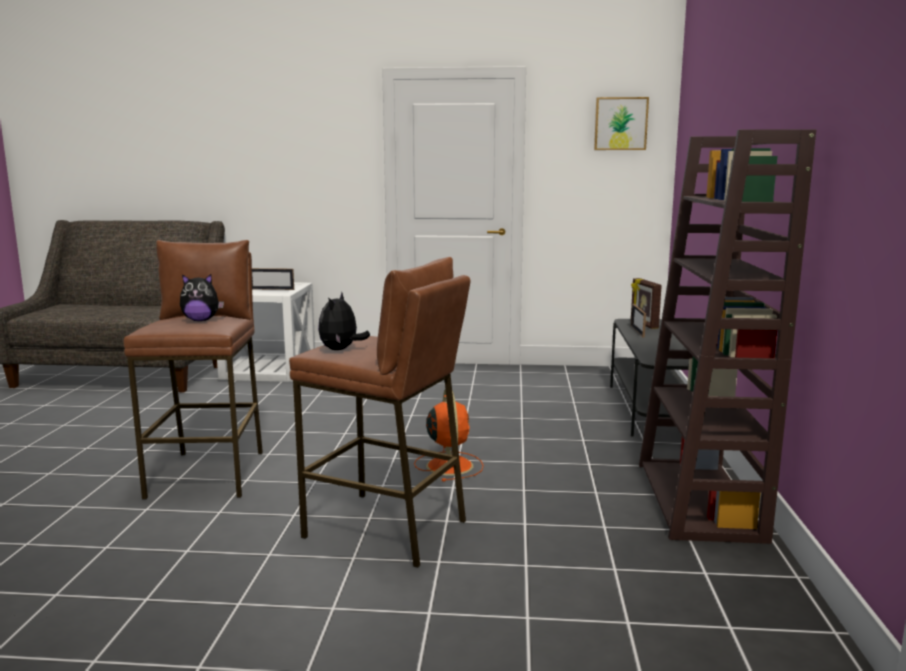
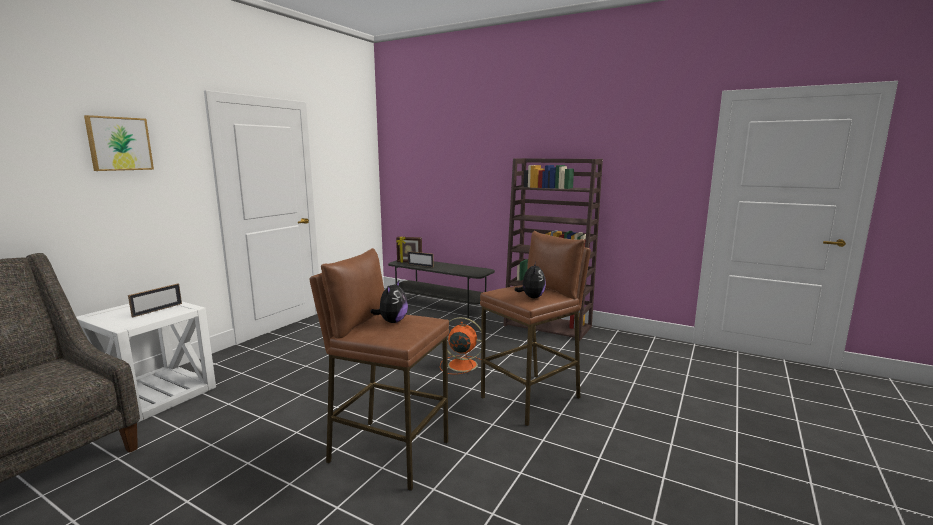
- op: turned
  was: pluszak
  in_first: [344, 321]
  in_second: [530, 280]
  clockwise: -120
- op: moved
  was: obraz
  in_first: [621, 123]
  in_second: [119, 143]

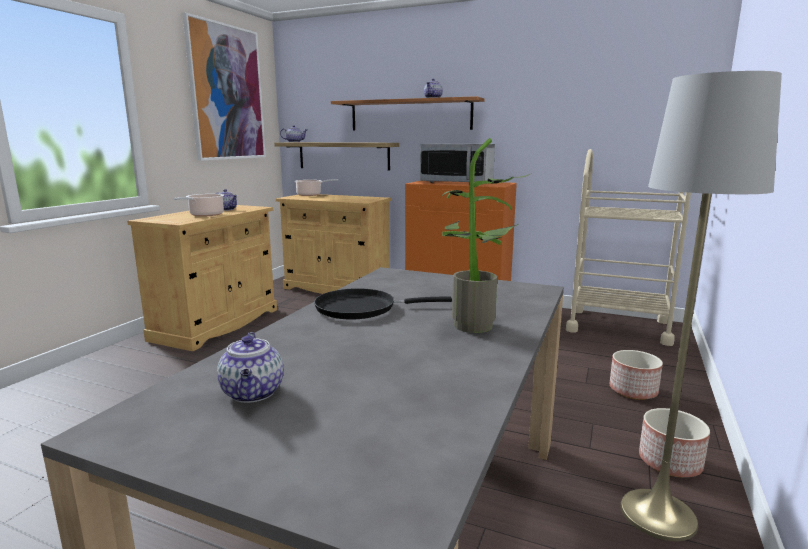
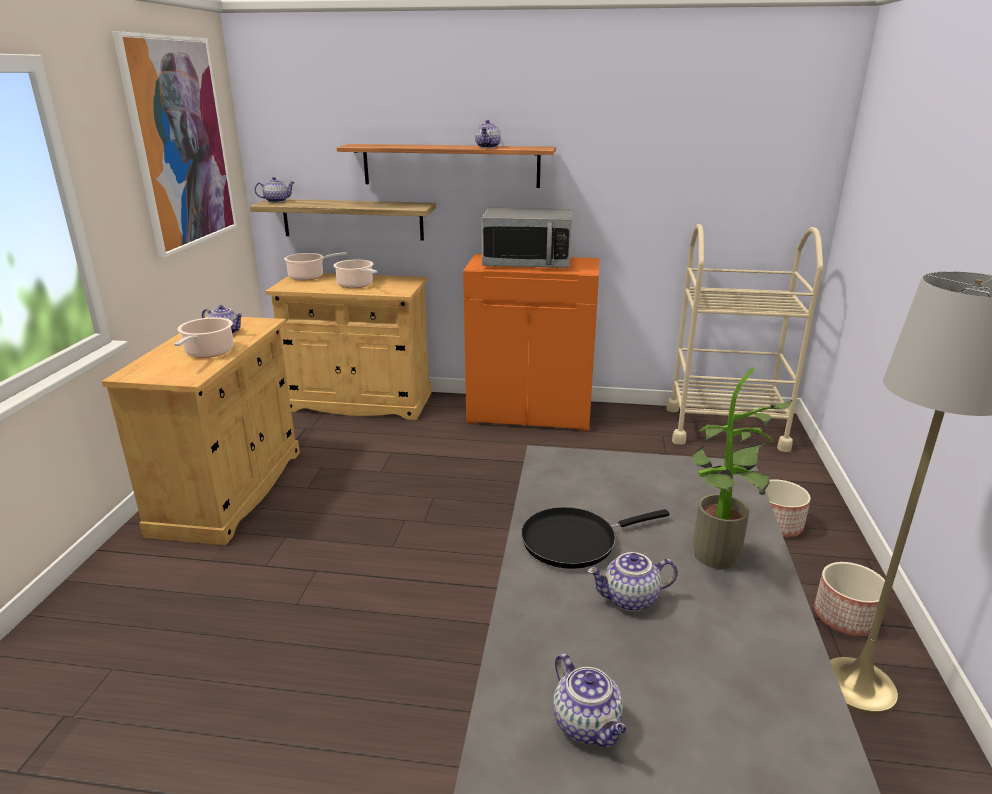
- op: added
  now: garnek
  in_second: [355, 274]
- op: added
  now: imbryk
  in_second: [633, 582]

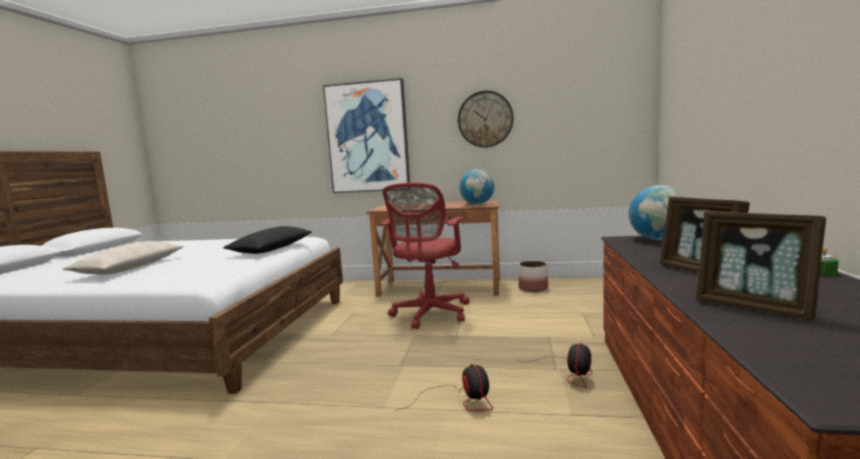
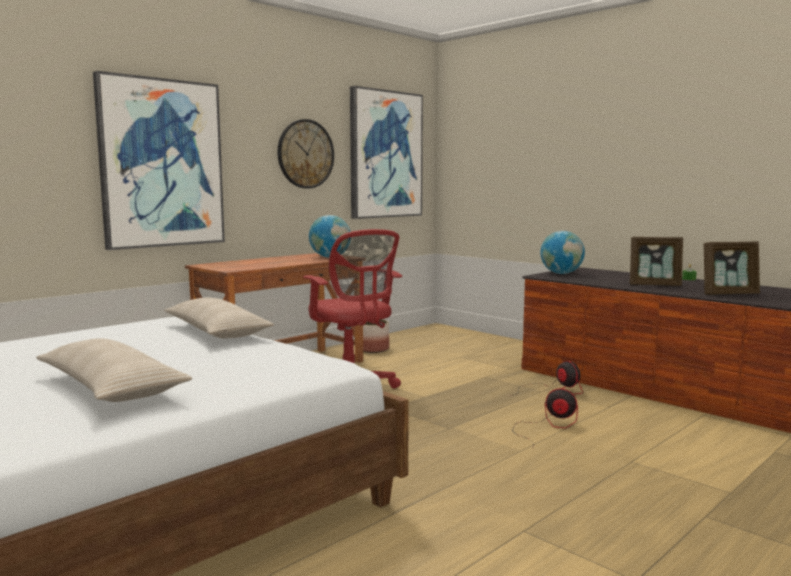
- op: recoloured
  was: poduszka (czarny)
  now: poduszka (beżowy)
  in_first: [267, 240]
  in_second: [219, 318]
- op: added
  now: obraz
  in_second: [386, 152]

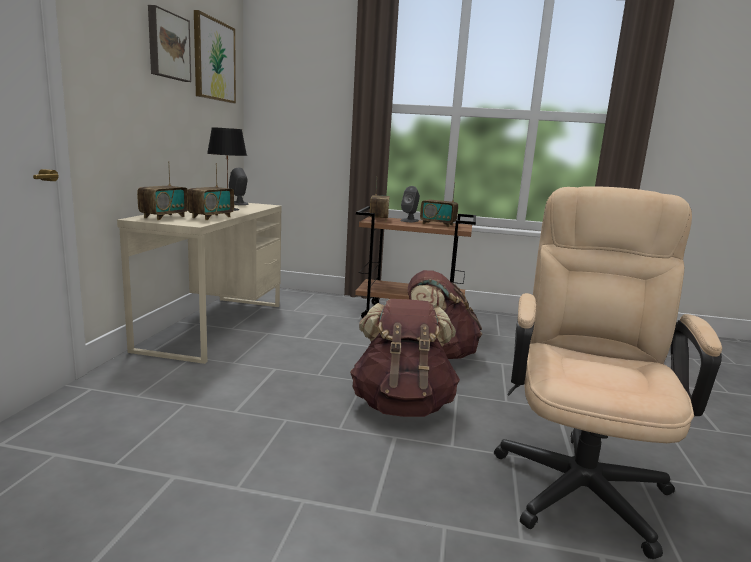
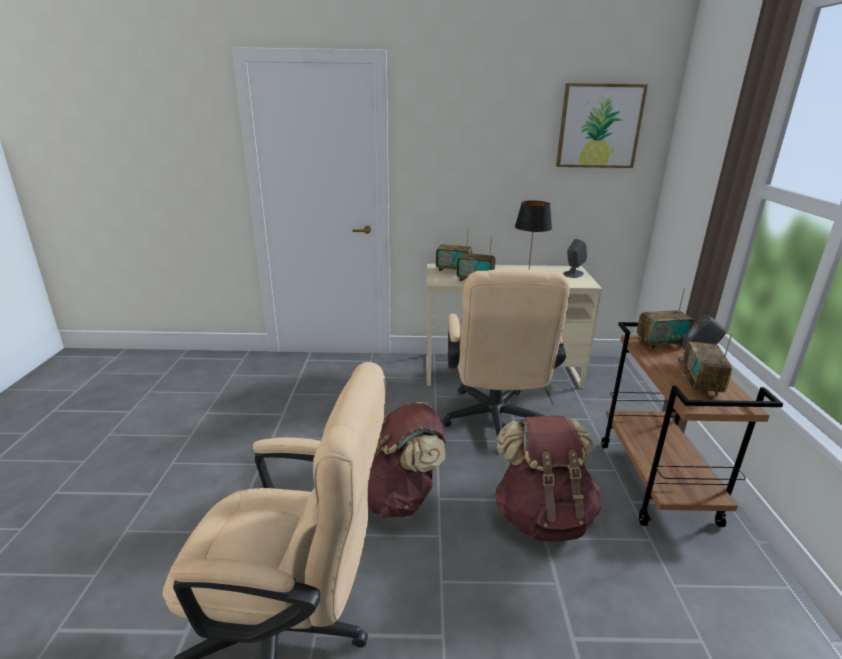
- op: removed
  was: obraz
  in_first: [169, 43]
- op: added
  now: krzesło biurowe (beżowy)
  in_second: [506, 352]

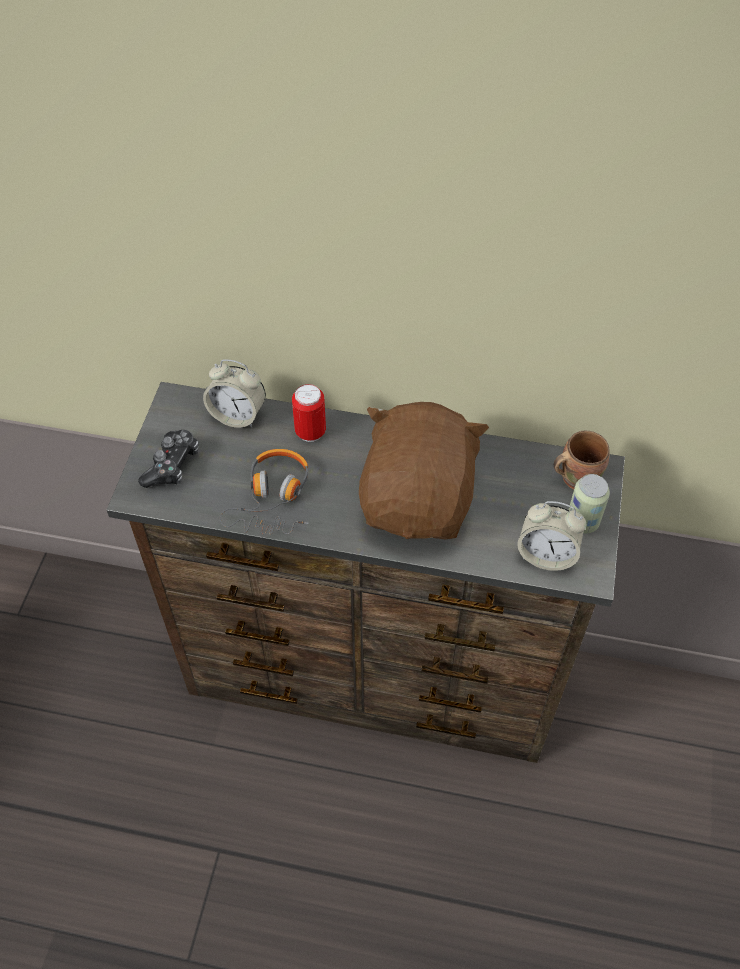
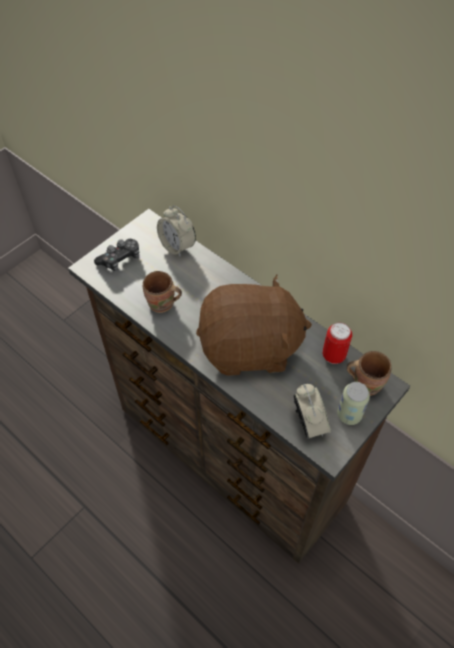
- op: replaced
  was: słuchawki
  now: kubek (brązowy)
  in_first: [264, 492]
  in_second: [162, 292]
- op: moved
  was: puszka
  in_first: [309, 413]
  in_second: [337, 343]
- op: turned
  was: pluszak (brązowy)
  in_first: [424, 471]
  in_second: [254, 325]
  clockwise: 45
- op: turned
  was: budzik
  in_first: [551, 536]
  in_second: [312, 411]
  clockwise: -150

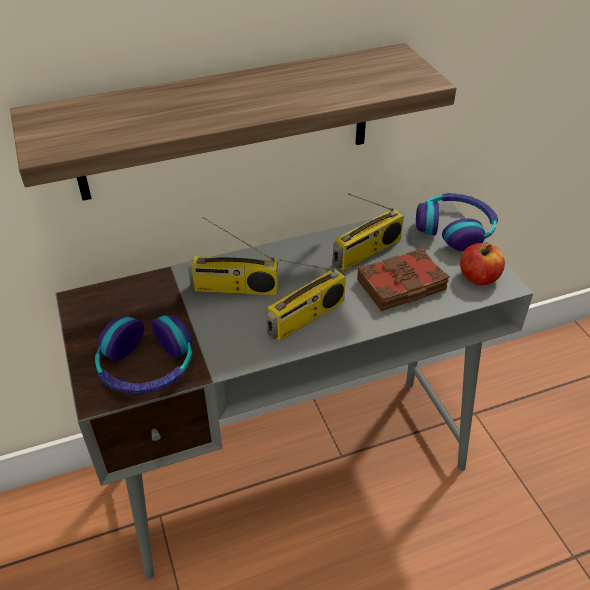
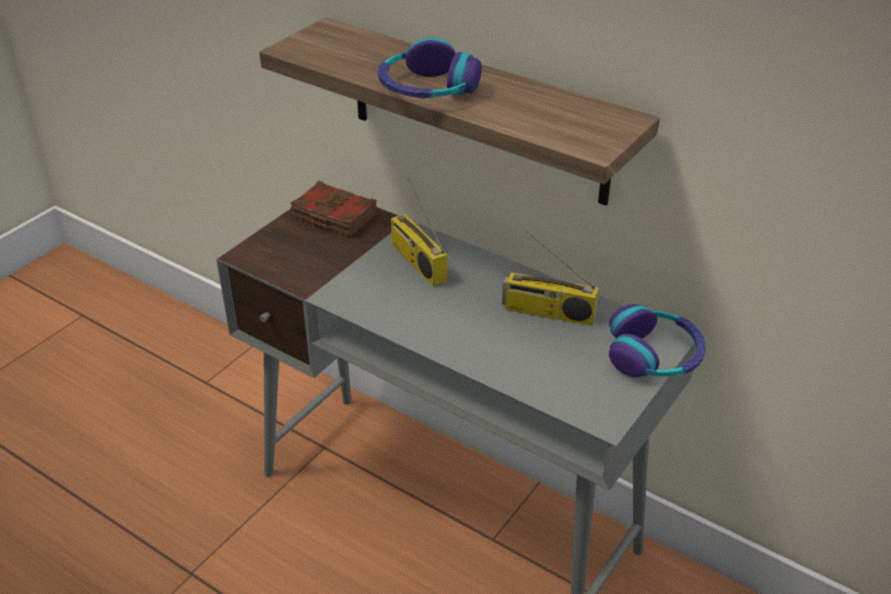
- op: moved
  was: słuchawki
  in_first: [143, 354]
  in_second: [430, 67]
- op: removed
  was: radio
  in_first: [306, 300]
- op: moved
  was: książka (brązowy)
  in_first: [403, 279]
  in_second: [334, 209]
- op: removed
  was: jabłko
  in_first: [482, 264]

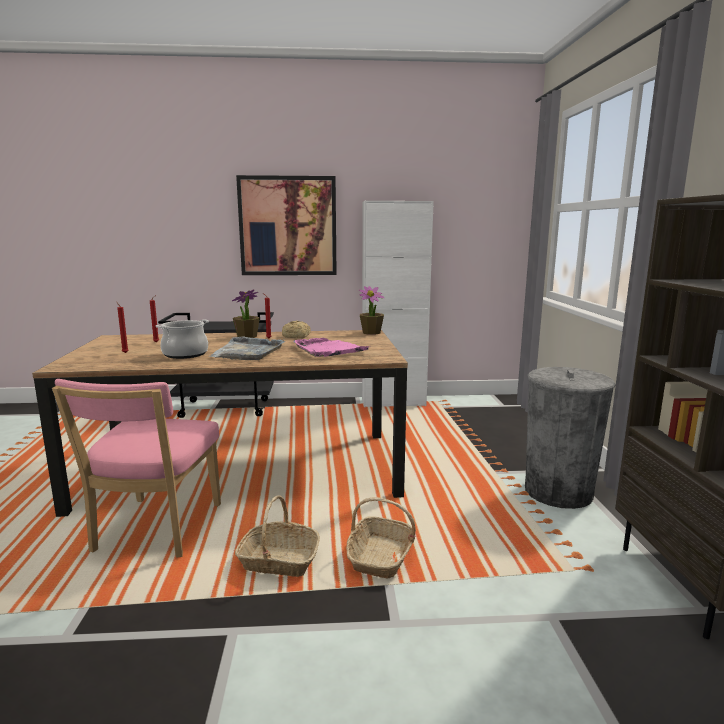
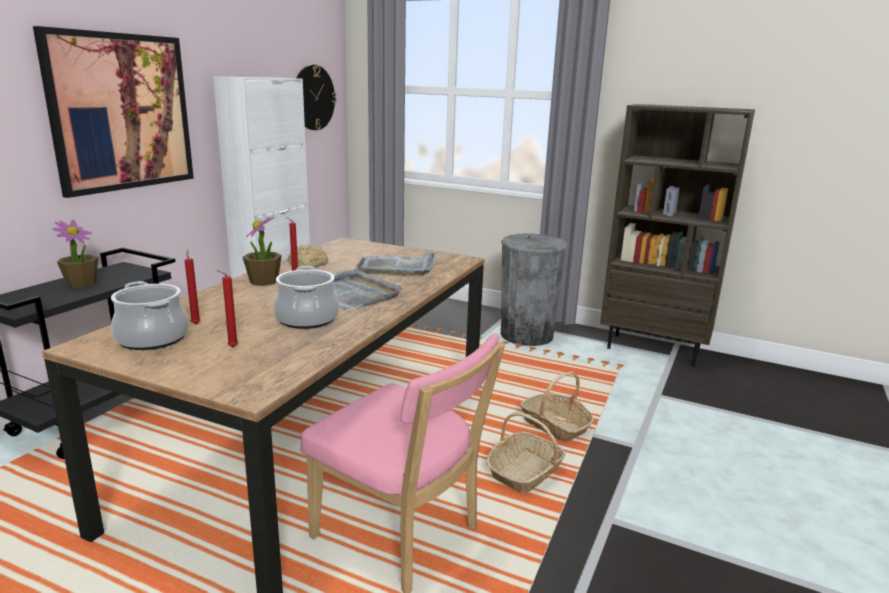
- op: recoloured
  was: taca (różowy)
  now: taca (szary)
  in_first: [332, 347]
  in_second: [396, 264]
- op: moved
  was: roślina doniczkowa
  in_first: [372, 310]
  in_second: [75, 254]
- op: added
  now: garnek
  in_second: [150, 315]
- op: added
  now: zegar ścienny
  in_second: [316, 97]

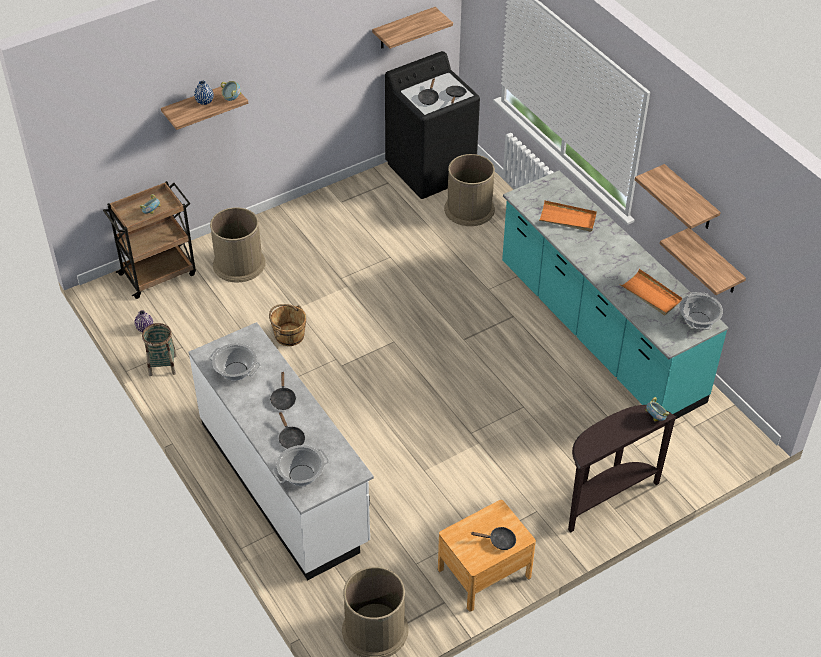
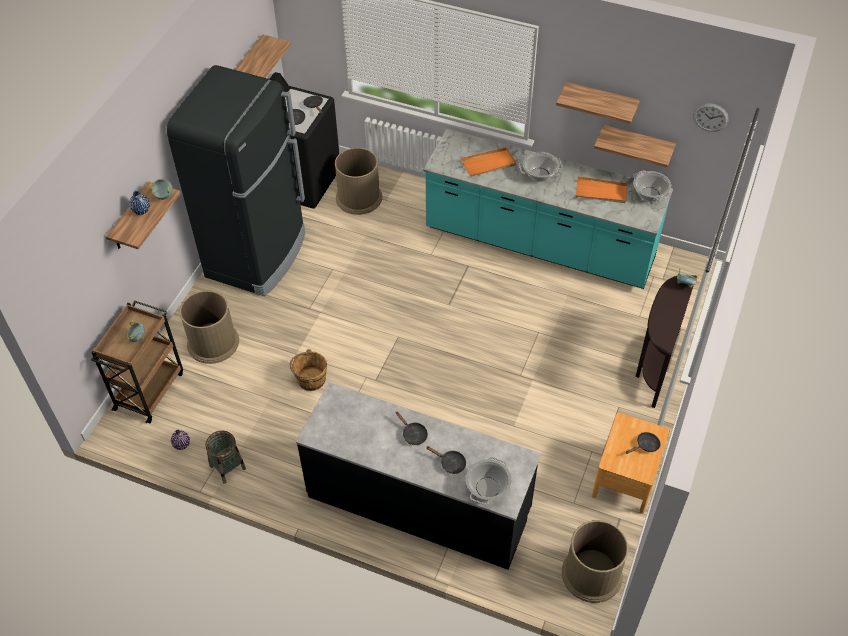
- op: recoloured
  was: zabudowa kuchenna (biały)
  now: zabudowa kuchenna (czarny)
  in_first: [281, 451]
  in_second: [418, 476]
- op: moved
  was: garnek
  in_first: [235, 361]
  in_second: [541, 167]
- op: added
  now: lodówka (czarny)
  in_second: [236, 180]
- op: added
  now: zegar ścienny
  in_second: [711, 117]

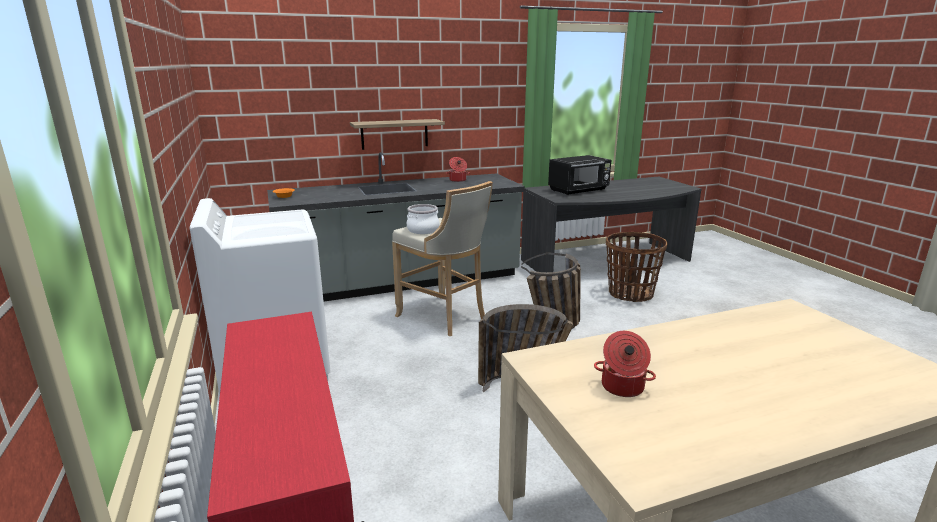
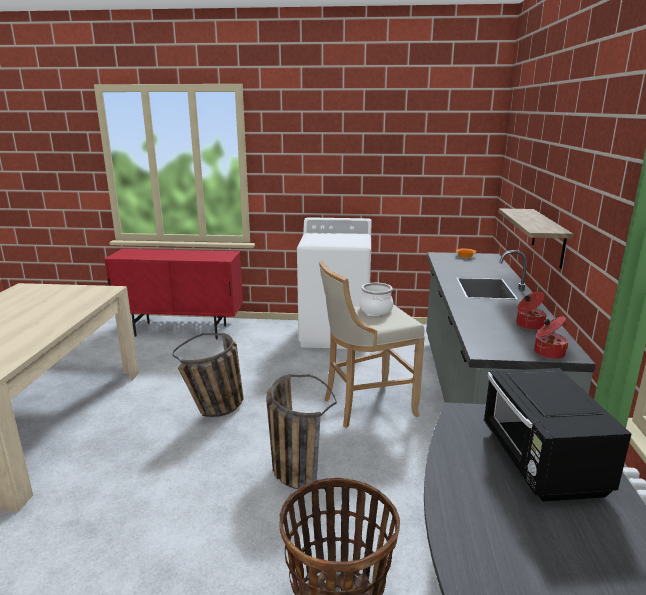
- op: moved
  was: garnek
  in_first: [625, 364]
  in_second: [551, 338]

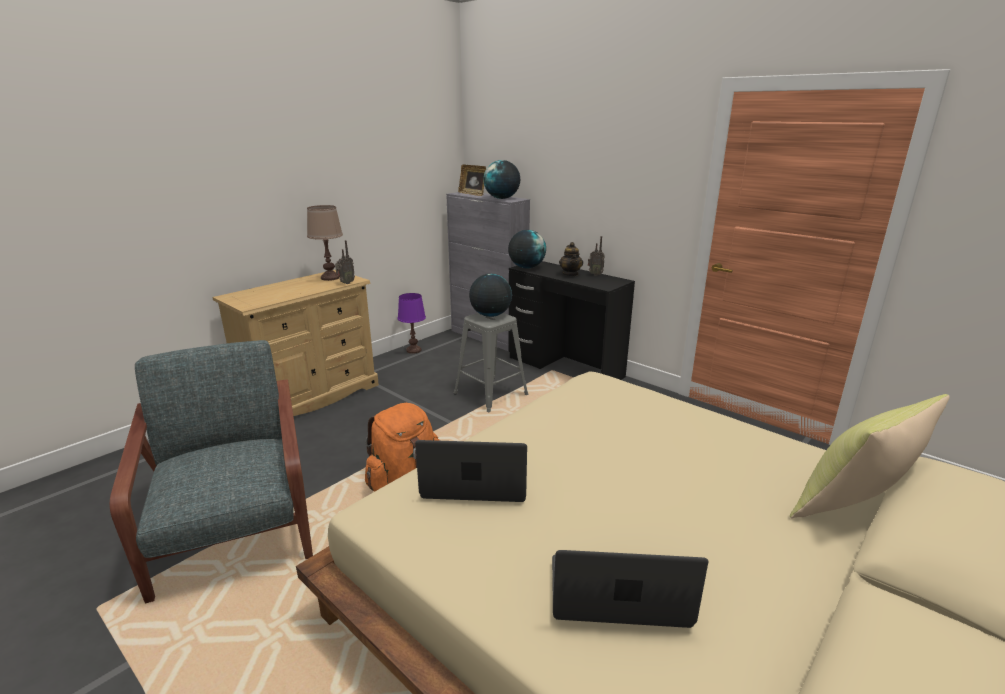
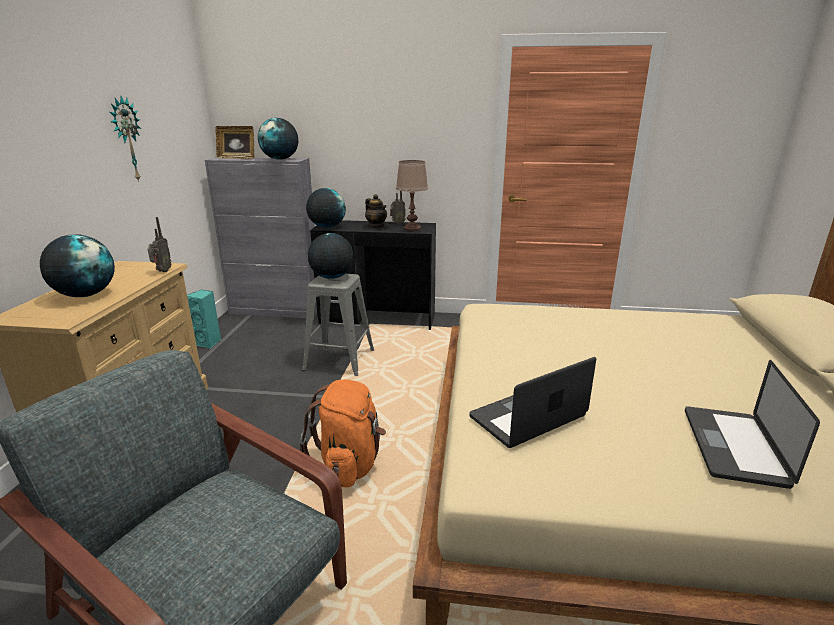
- op: moved
  was: lampa stołowa (brązowy)
  in_first: [325, 243]
  in_second: [412, 195]
- op: replaced
  was: lampa stołowa (fioletowy)
  now: głośnik (turkusowy)
  in_first: [412, 323]
  in_second: [204, 318]
- op: turned
  was: laptop
  in_first: [630, 589]
  in_second: [752, 424]
  clockwise: -45
- op: removed
  was: poduszka (żółty)
  in_first: [870, 456]
- op: added
  now: globus
  in_second: [77, 265]
- op: added
  now: zegar ścienny
  in_second: [125, 139]

